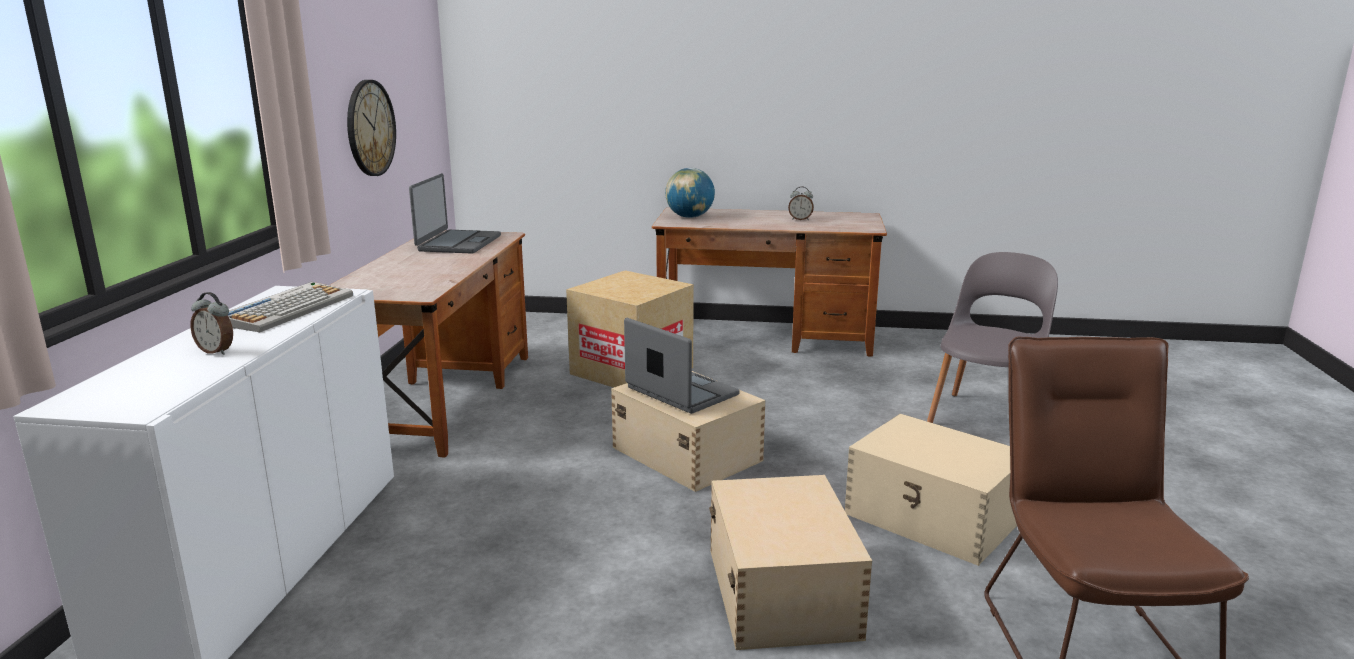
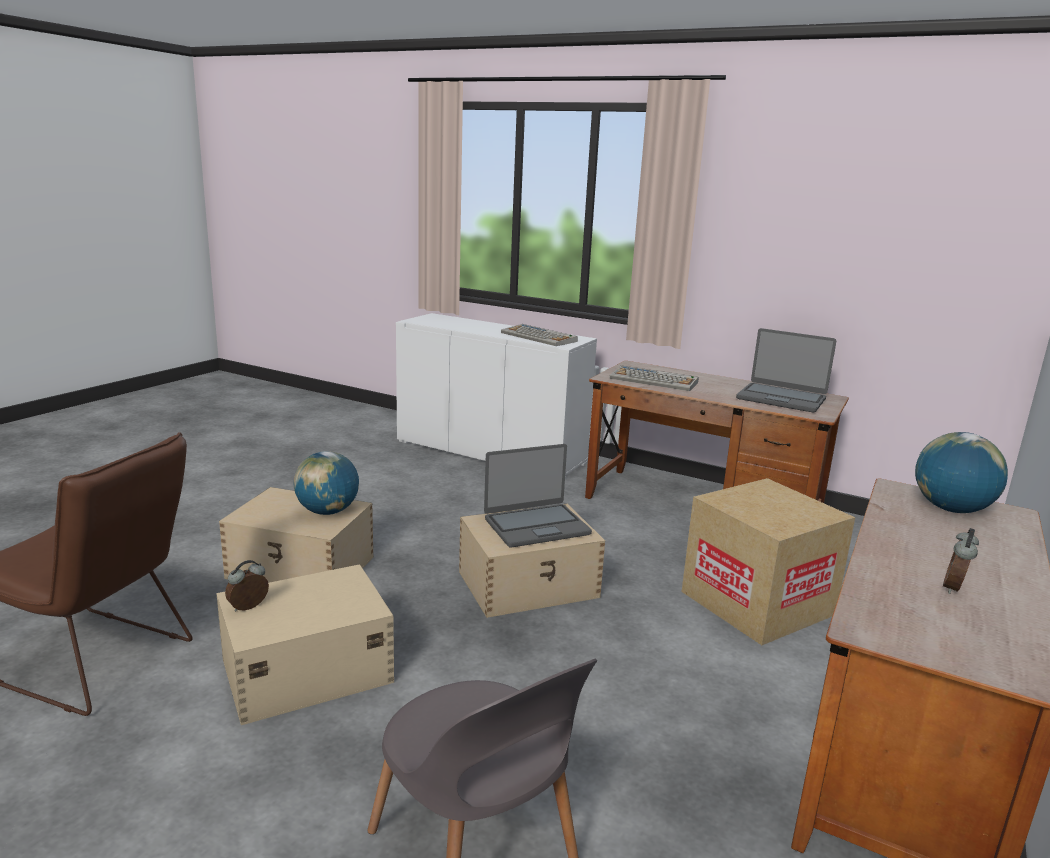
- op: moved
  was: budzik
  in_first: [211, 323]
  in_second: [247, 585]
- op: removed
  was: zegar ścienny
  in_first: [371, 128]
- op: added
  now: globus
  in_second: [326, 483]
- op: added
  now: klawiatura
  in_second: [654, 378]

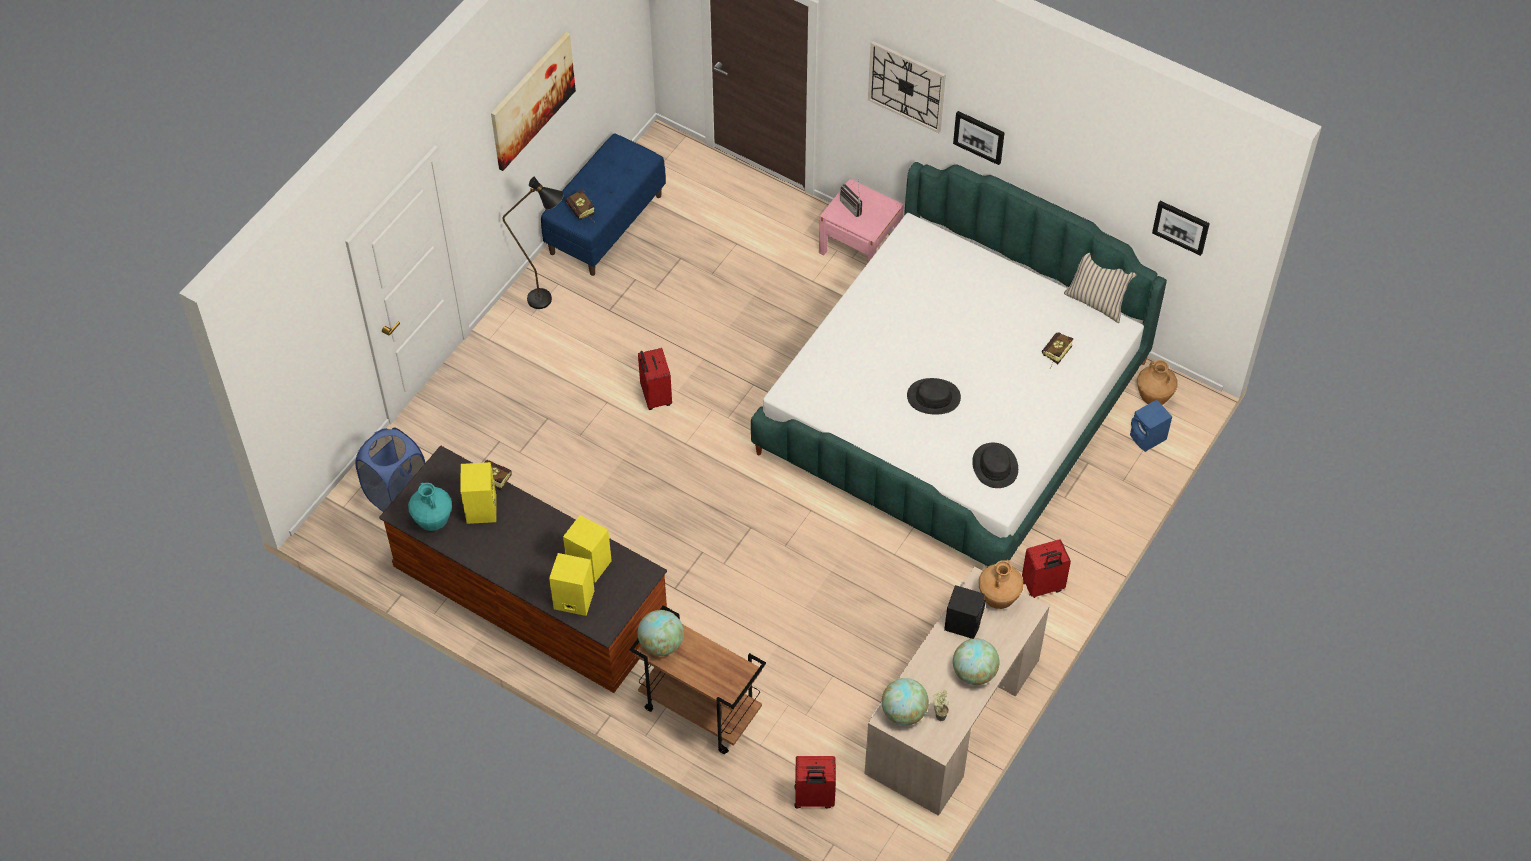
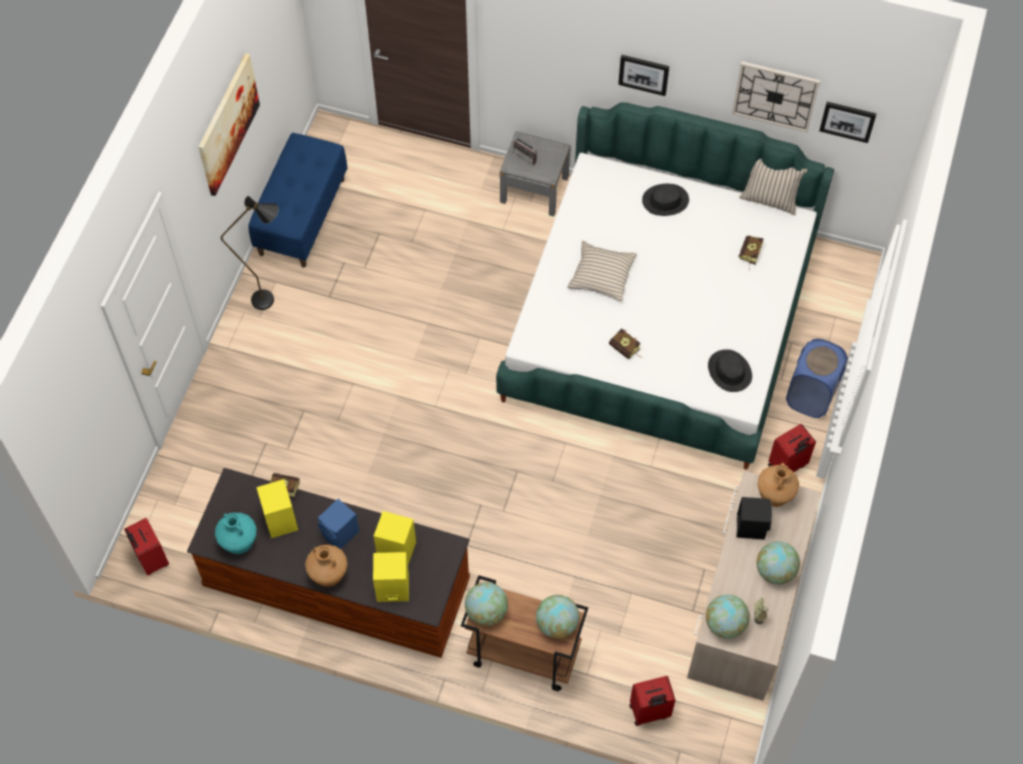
- op: moved
  was: kosz na pranie (niebieski)
  in_first: [390, 470]
  in_second: [817, 378]
- op: moved
  was: książka
  in_first: [580, 205]
  in_second: [625, 343]
- op: moved
  was: walizka (czerwony)
  in_first: [655, 379]
  in_second: [146, 546]
- op: recoloured
  was: szafka nocna (różowy)
  now: szafka nocna (szary)
  in_first: [861, 221]
  in_second: [535, 174]
- op: moved
  was: zegar ścienny
  in_first: [907, 87]
  in_second: [776, 97]
- op: moved
  was: kapelusz (czarny)
  in_first: [934, 396]
  in_second: [665, 200]
- op: moved
  was: głośnik (niebieski)
  in_first: [1151, 426]
  in_second: [338, 524]
- op: moved
  was: wazon (brązowy)
  in_first: [1157, 382]
  in_second: [326, 565]
- op: added
  now: globus
  in_second: [557, 617]
- op: added
  now: poduszka (beżowy)
  in_second: [602, 271]

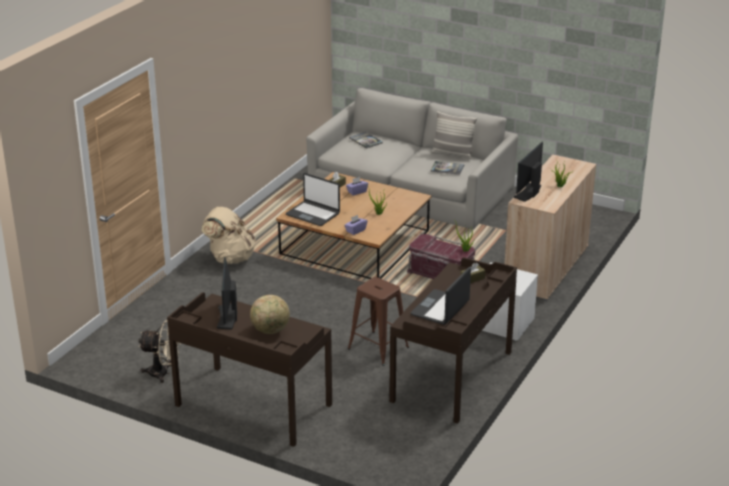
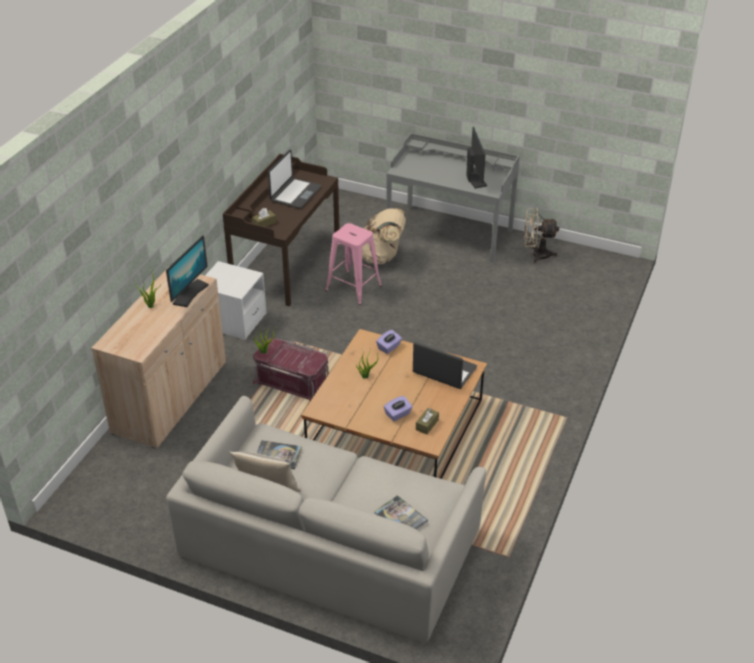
- op: recoloured
  was: biurko (brązowy)
  now: biurko (szary)
  in_first: [249, 369]
  in_second: [453, 198]
- op: moved
  was: plecak (beżowy)
  in_first: [229, 235]
  in_second: [384, 236]
- op: removed
  was: globus
  in_first: [270, 314]
- op: recoloured
  was: stołek (brązowy)
  now: stołek (różowy)
  in_first: [378, 321]
  in_second: [353, 264]

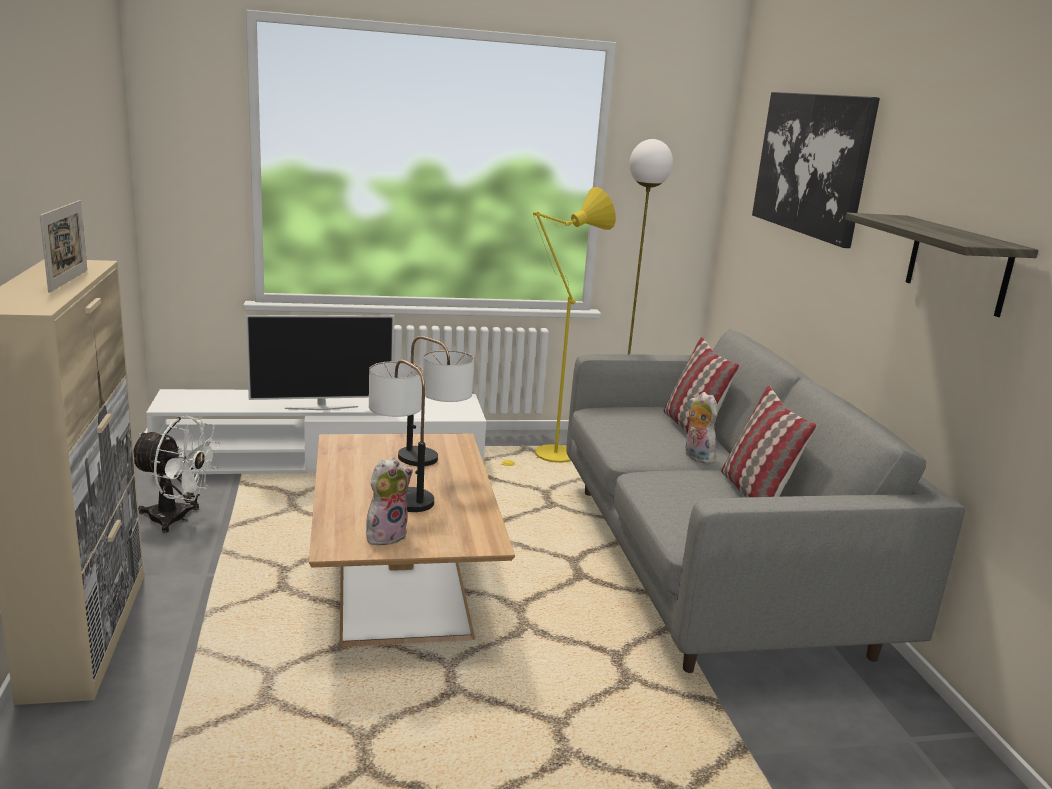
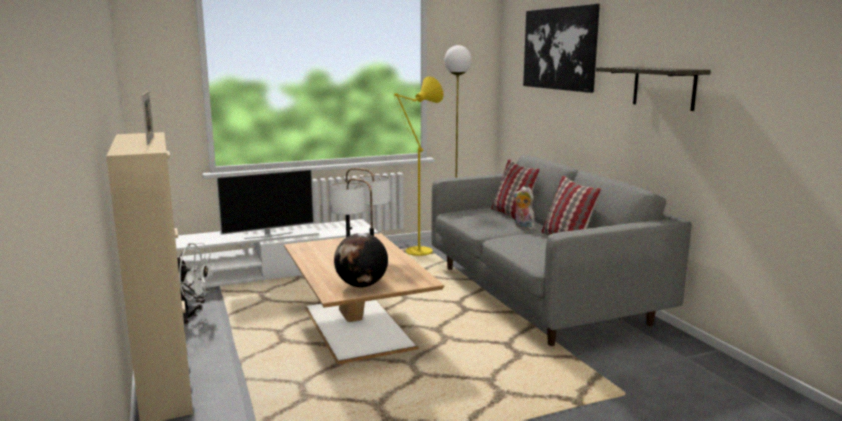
- op: replaced
  was: pluszak
  now: globus
  in_first: [389, 501]
  in_second: [361, 260]

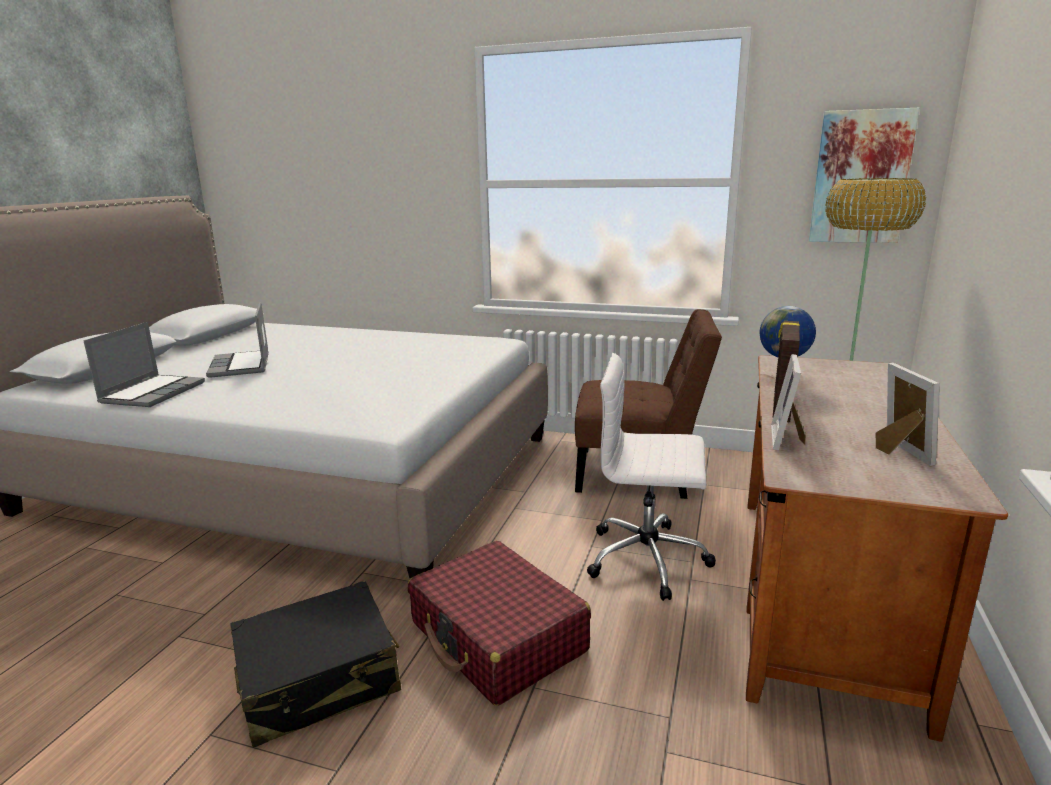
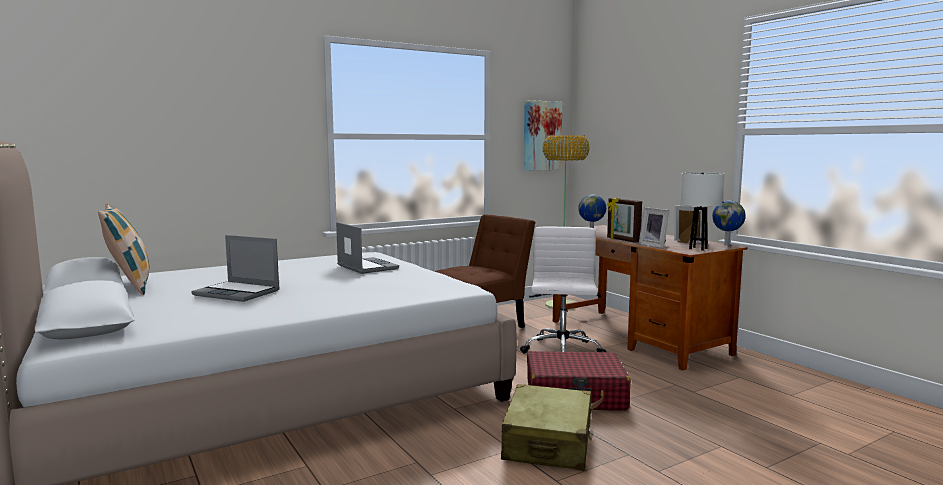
- op: moved
  was: laptop
  in_first: [144, 364]
  in_second: [367, 248]
- op: recoloured
  was: walizka (czarny)
  now: walizka (beżowy)
  in_first: [315, 664]
  in_second: [546, 427]
- op: turned
  was: krzesło biurowe (biały)
  in_first: [651, 477]
  in_second: [563, 290]
  clockwise: 135
- op: added
  now: poduszka
  in_second: [124, 249]
- op: added
  now: lampa stołowa (biały)
  in_second: [702, 211]
- op: added
  now: globus
  in_second: [729, 223]

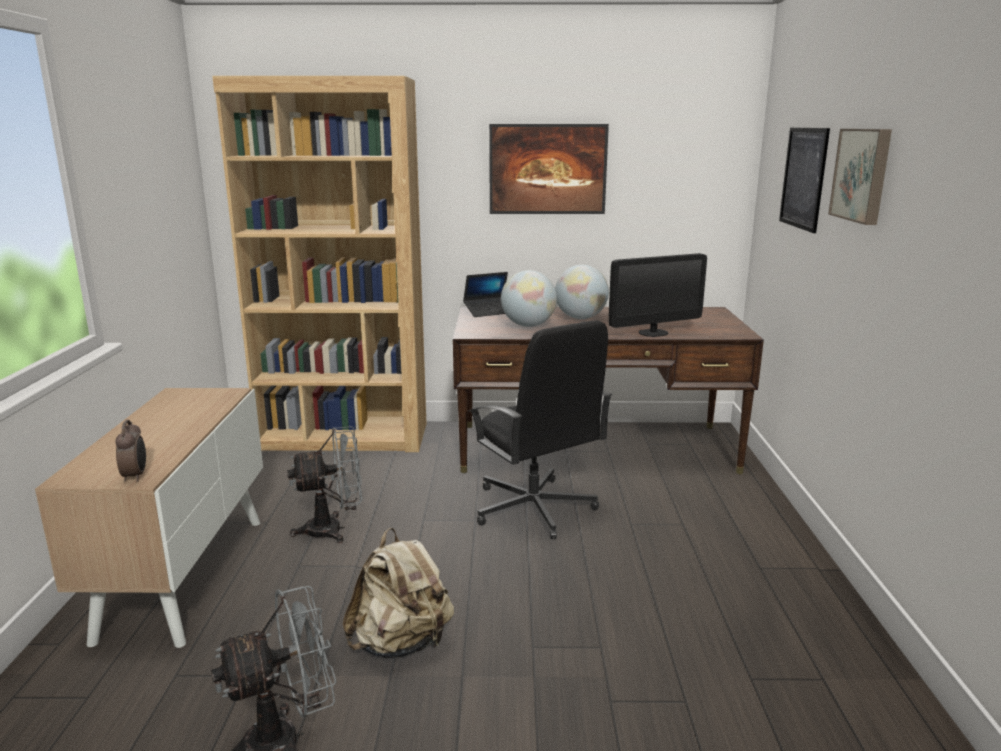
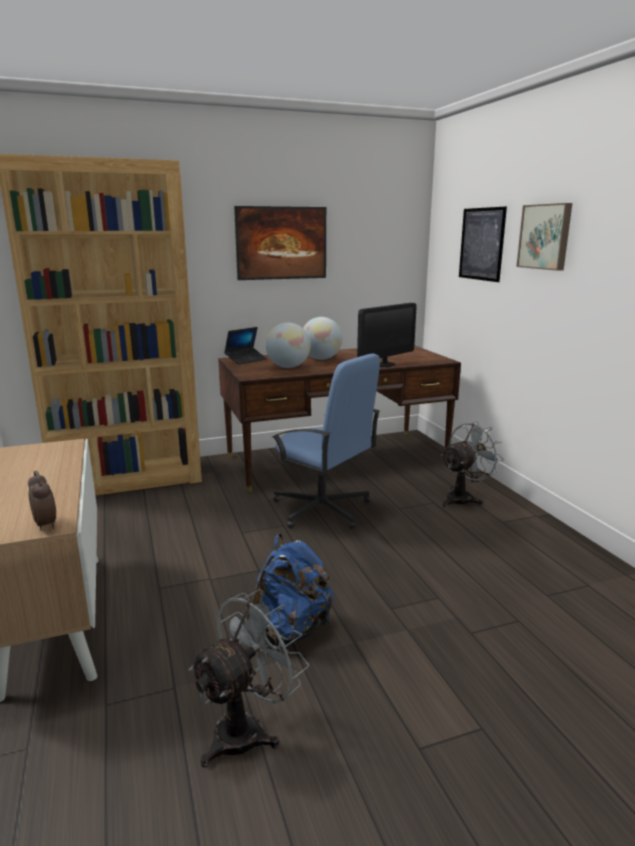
- op: moved
  was: wentylator (szary)
  in_first: [324, 484]
  in_second: [472, 464]
- op: recoloured
  was: plecak (beżowy)
  now: plecak (niebieski)
  in_first: [398, 593]
  in_second: [290, 588]
- op: recoloured
  was: krzesło biurowe (czarny)
  now: krzesło biurowe (niebieski)
  in_first: [540, 429]
  in_second: [326, 441]

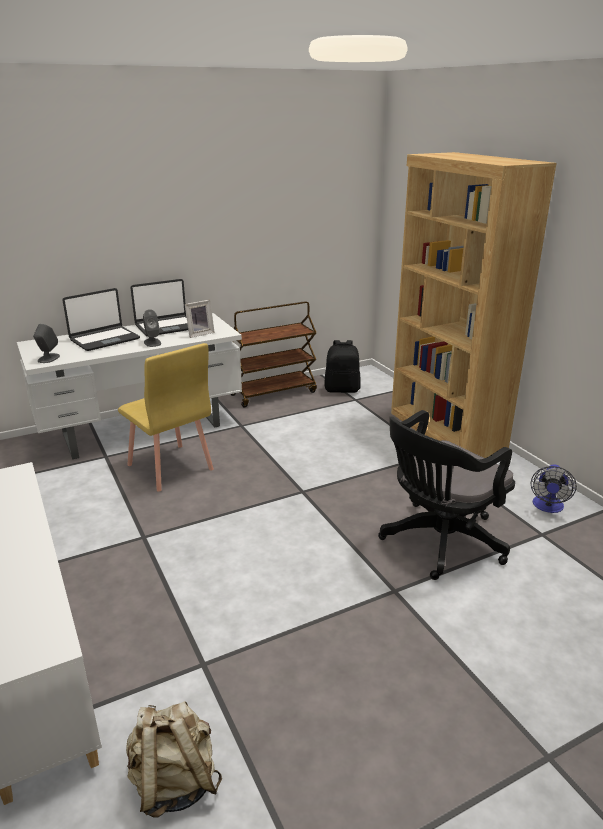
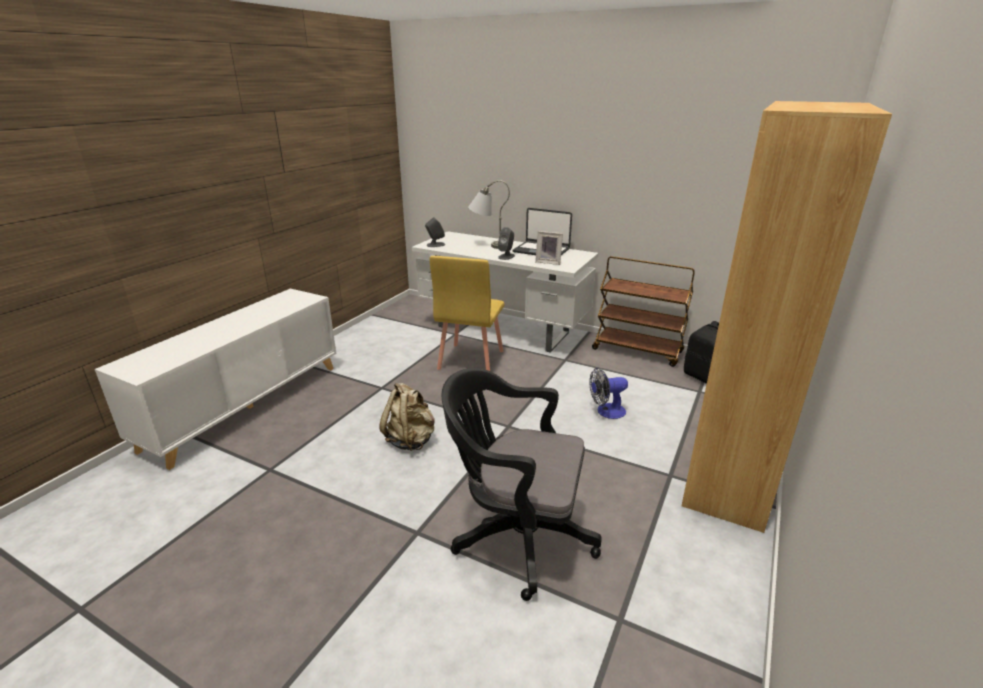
- op: replaced
  was: laptop
  now: lampa stołowa (szary)
  in_first: [101, 319]
  in_second: [489, 214]
- op: moved
  was: plecak (beżowy)
  in_first: [174, 759]
  in_second: [406, 417]
- op: moved
  was: wentylator
  in_first: [554, 488]
  in_second: [608, 393]

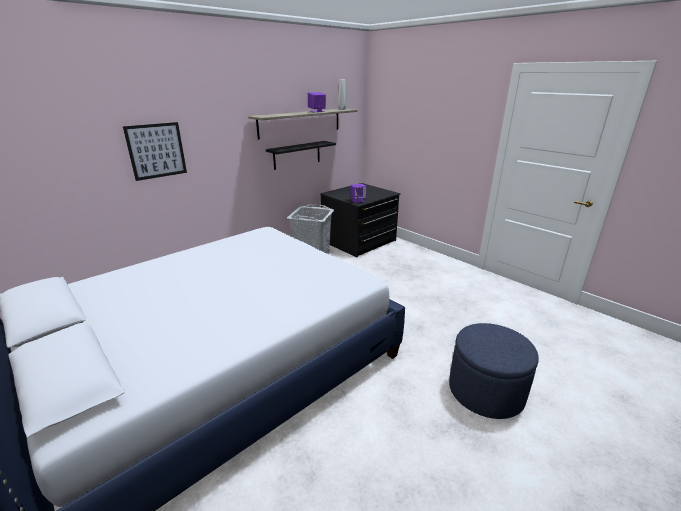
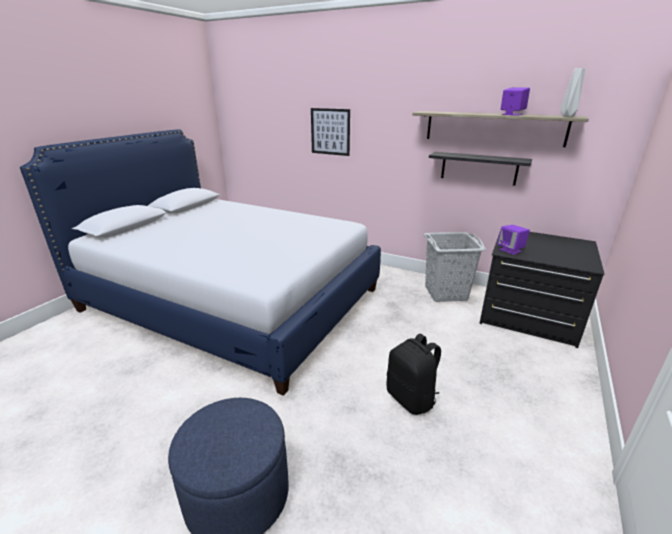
- op: added
  now: plecak (czarny)
  in_second: [414, 374]

